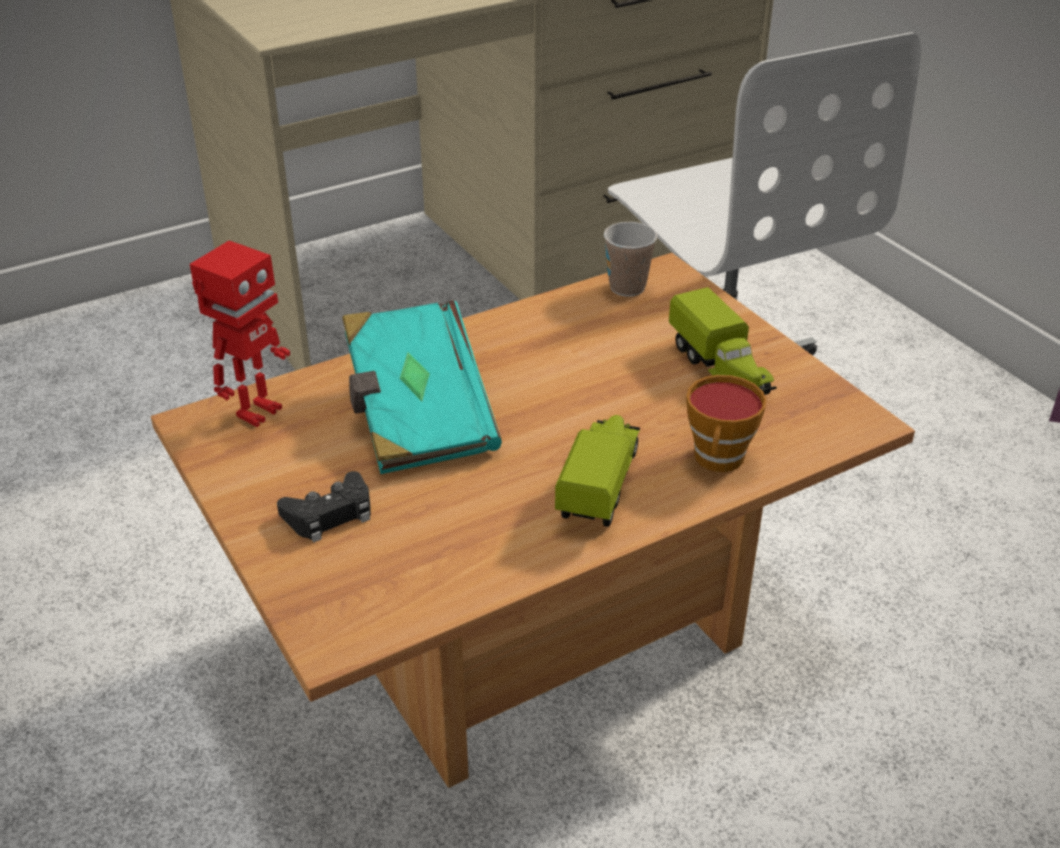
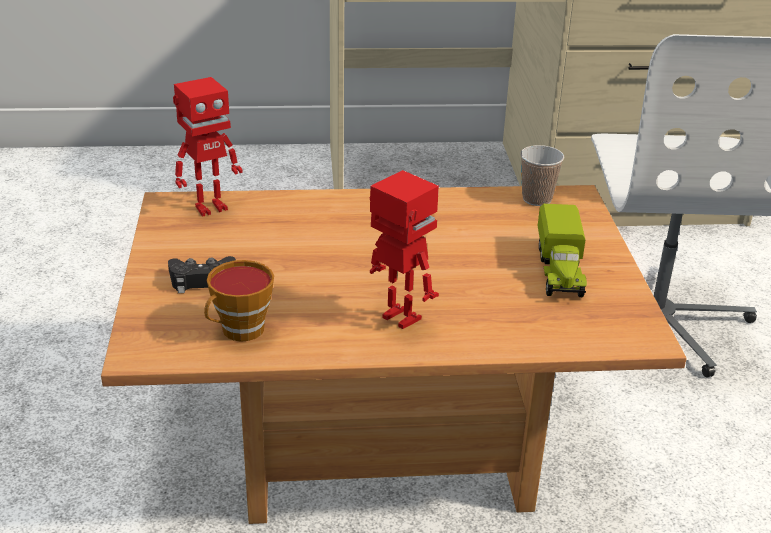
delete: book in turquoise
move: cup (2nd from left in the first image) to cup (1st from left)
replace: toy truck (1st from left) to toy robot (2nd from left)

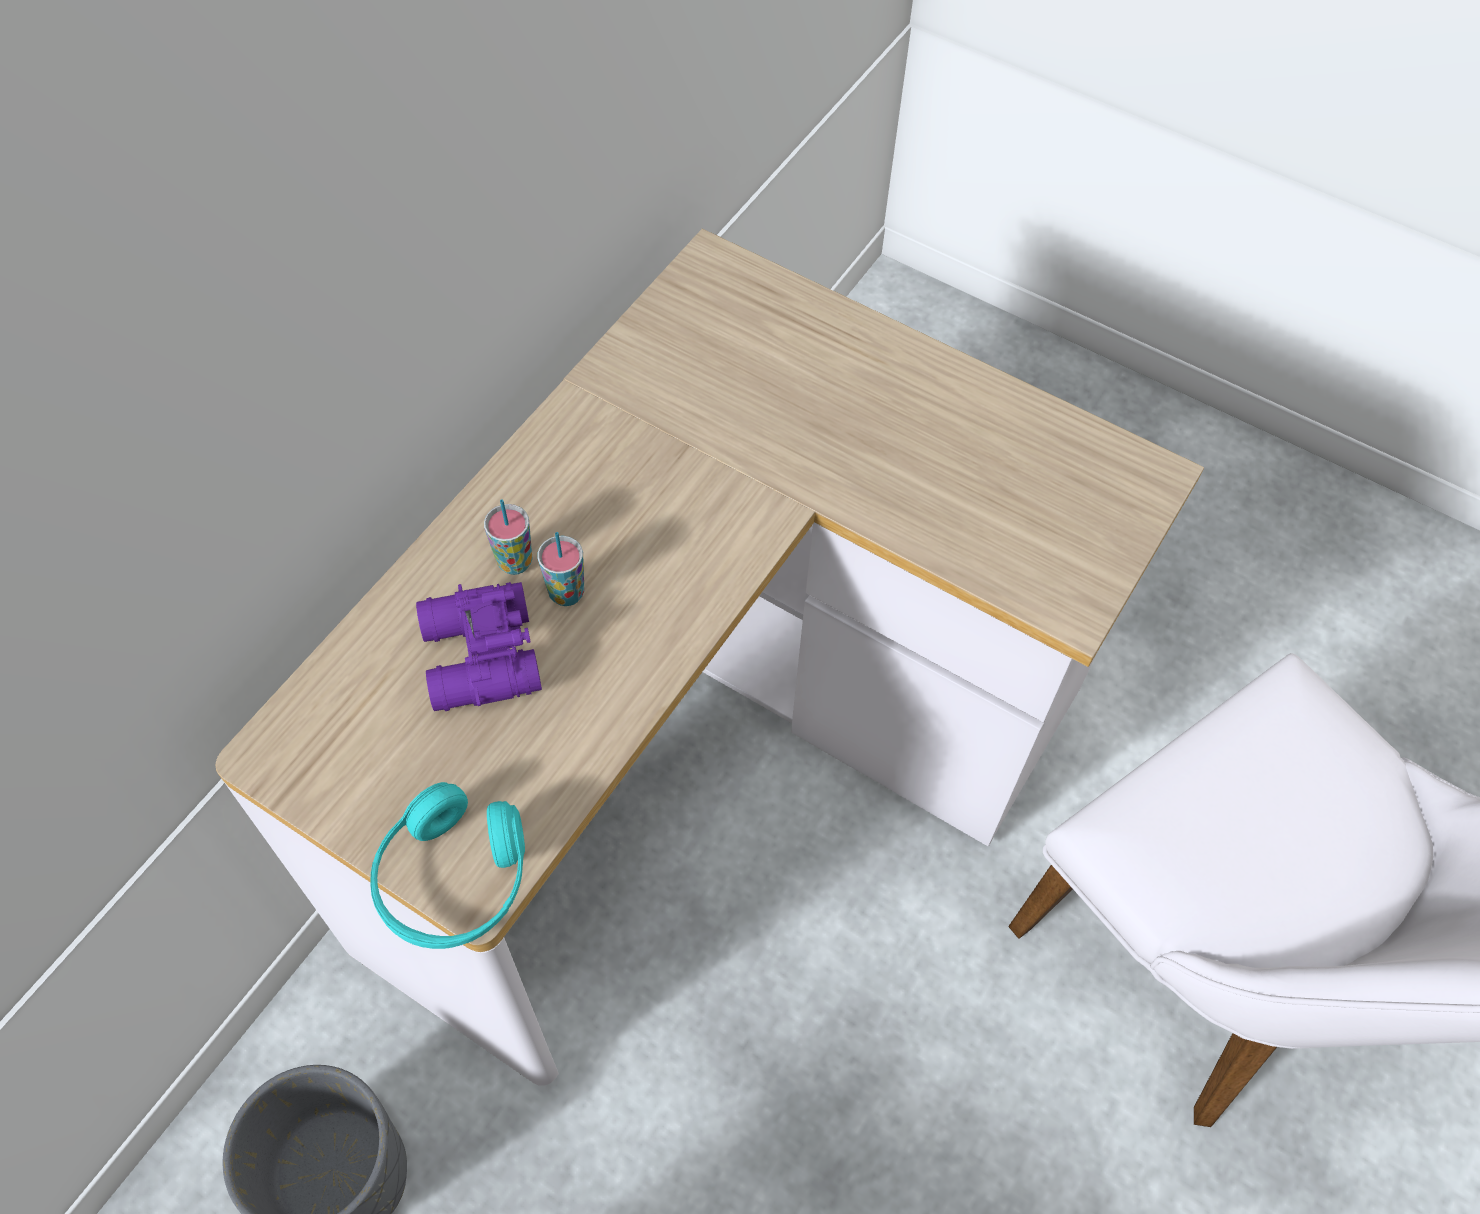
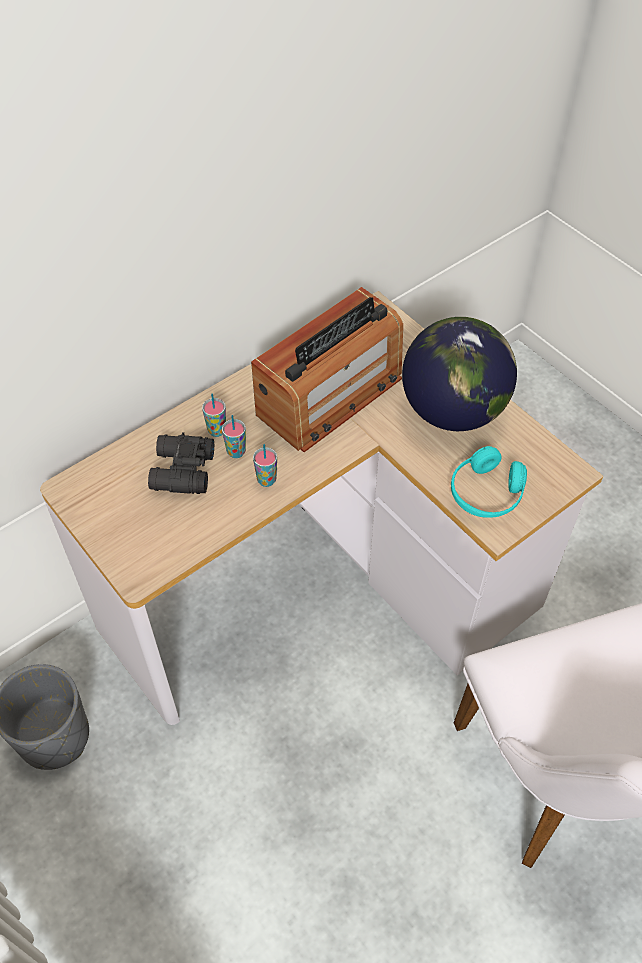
insert: radio; cup (3rd from left); globe
move: headphones in turquoise
recolor: binoculars in purple to binoculars in black

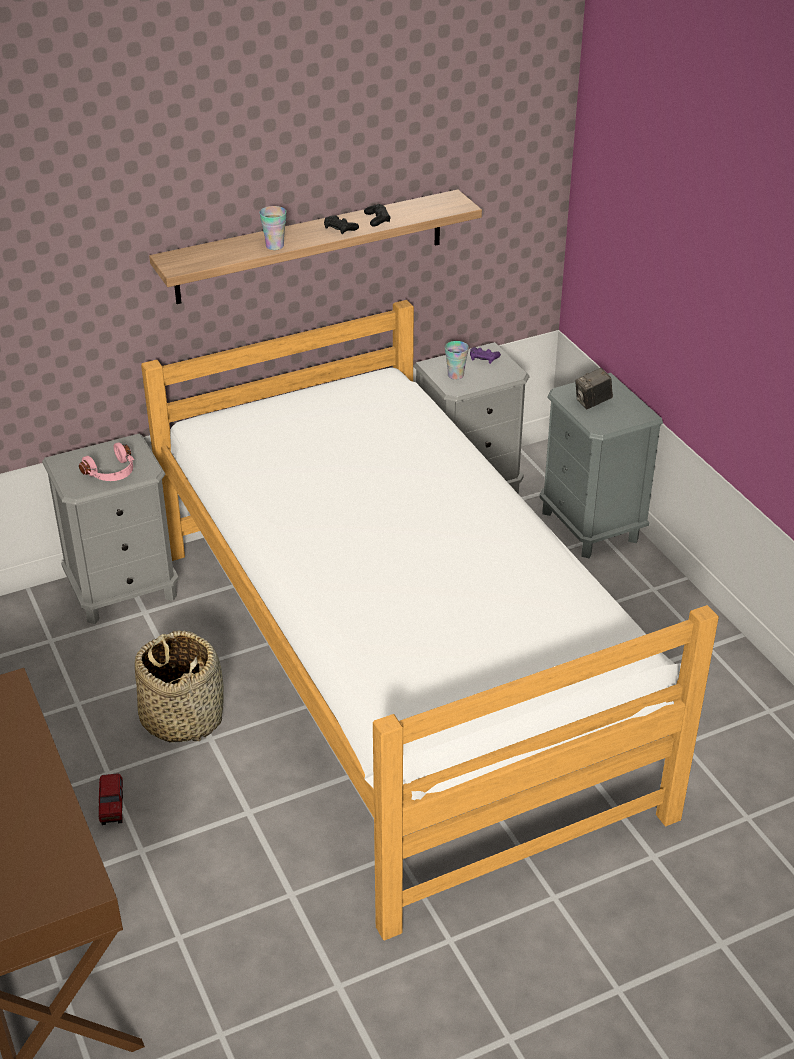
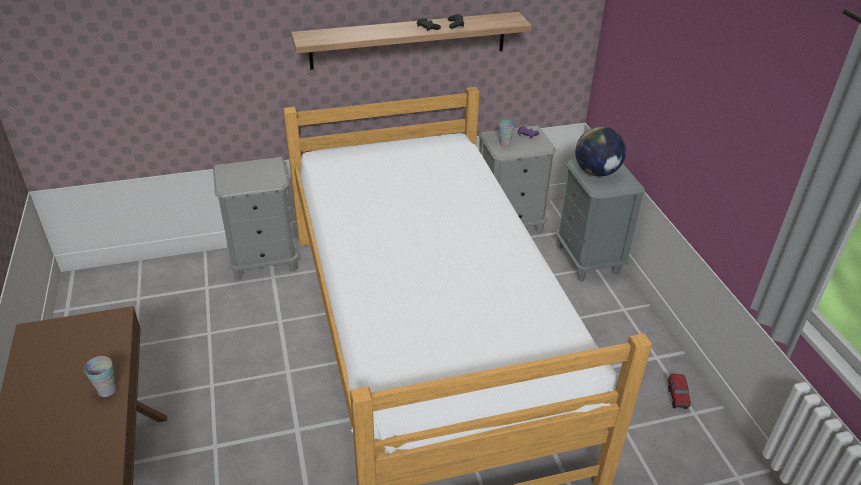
delete: headphones in pink; basket
move: toy truck; cup (1st from left)
replace: photo camera to globe

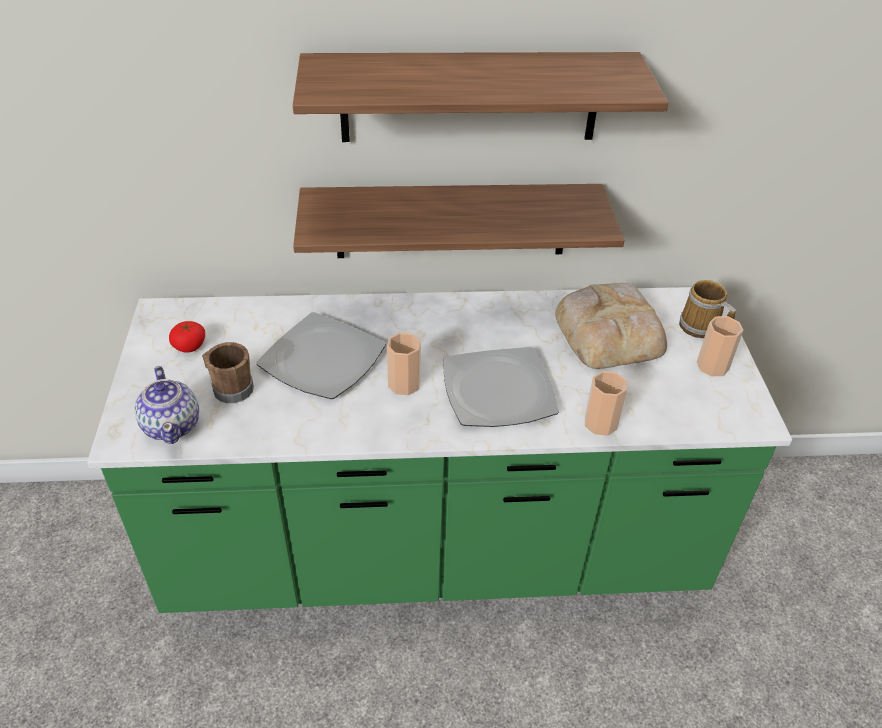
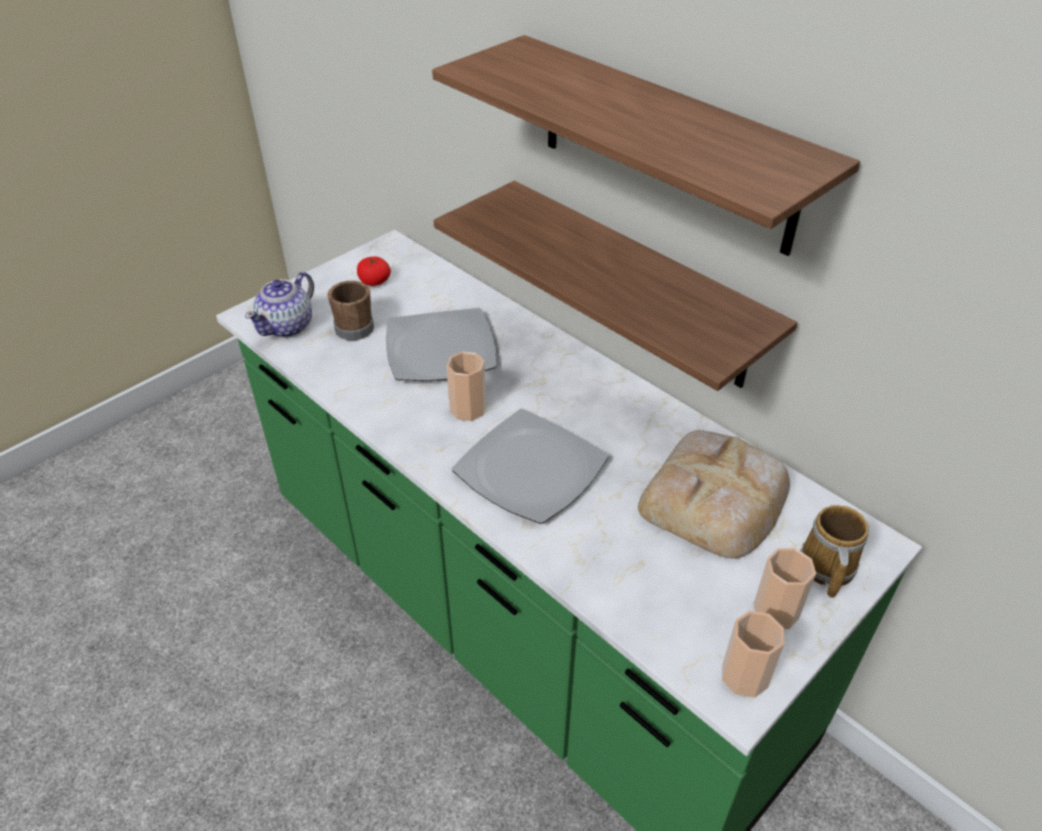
move: cup (2nd from left)

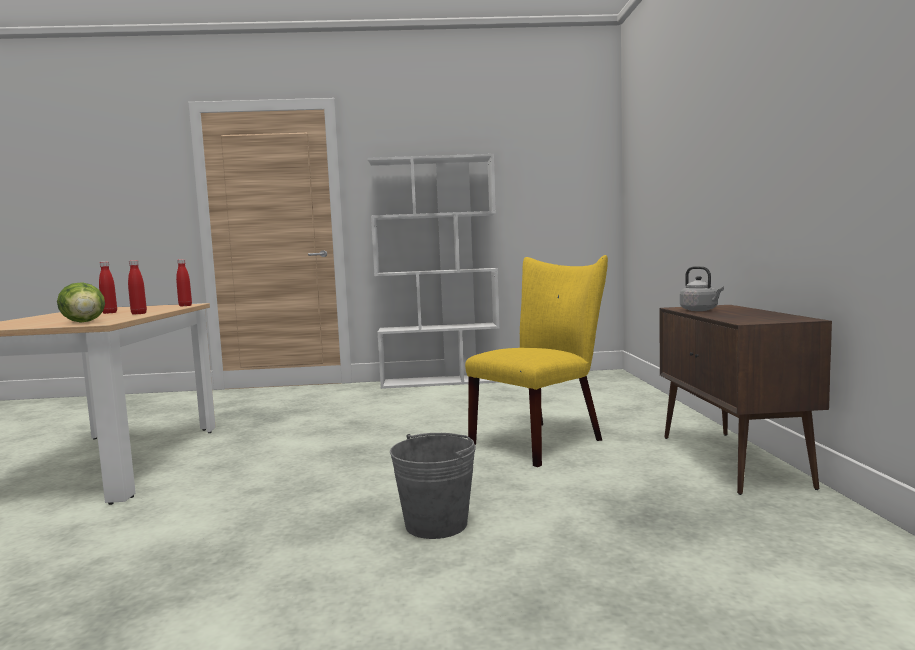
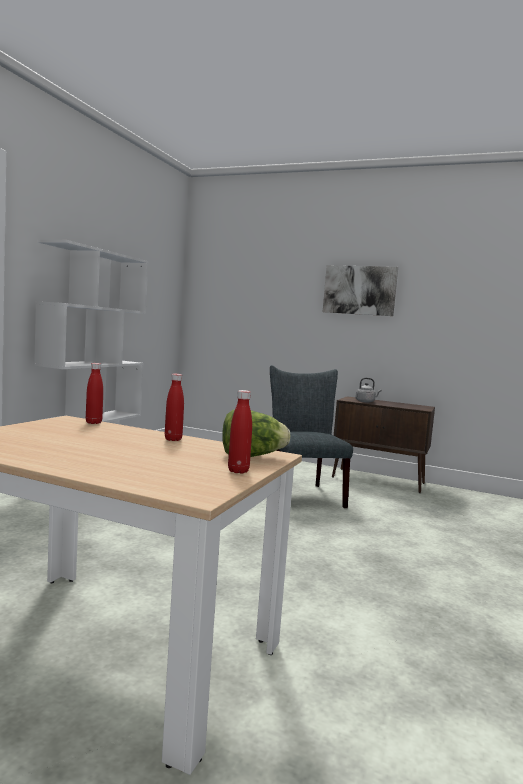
delete: bucket in grey
insert: picture
move: bottle in red (1st from left in the first image) to bottle in red (3rd from left)
recolor: chair in yellow to chair in grey

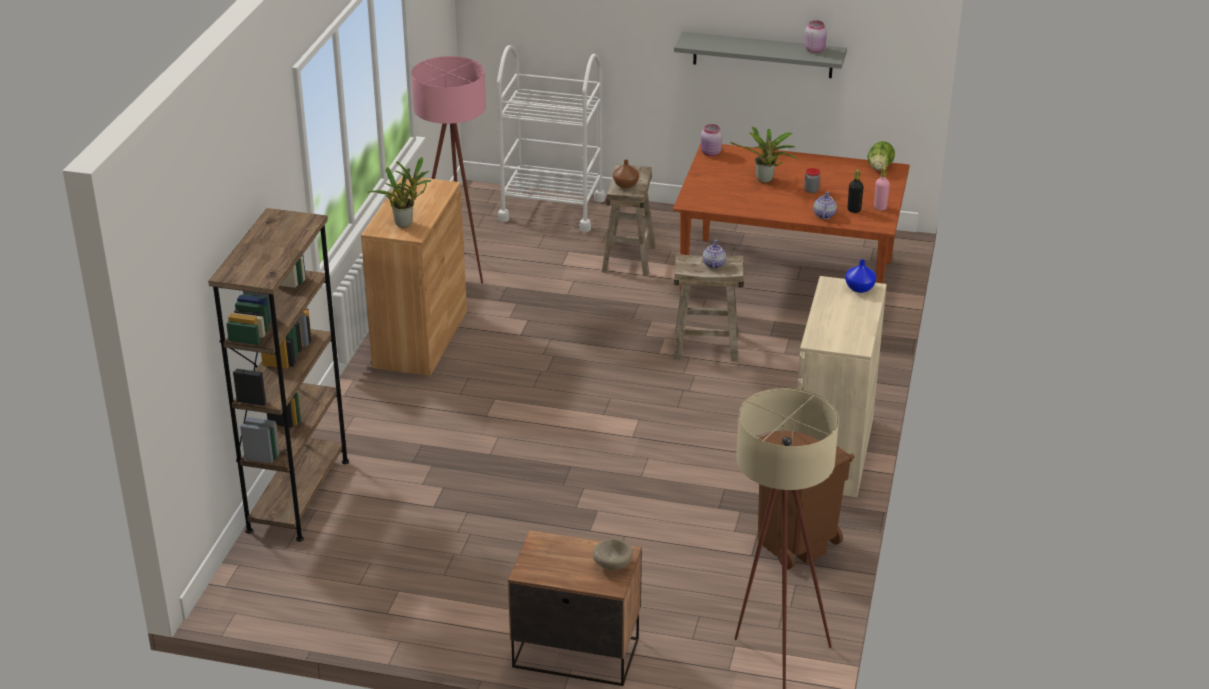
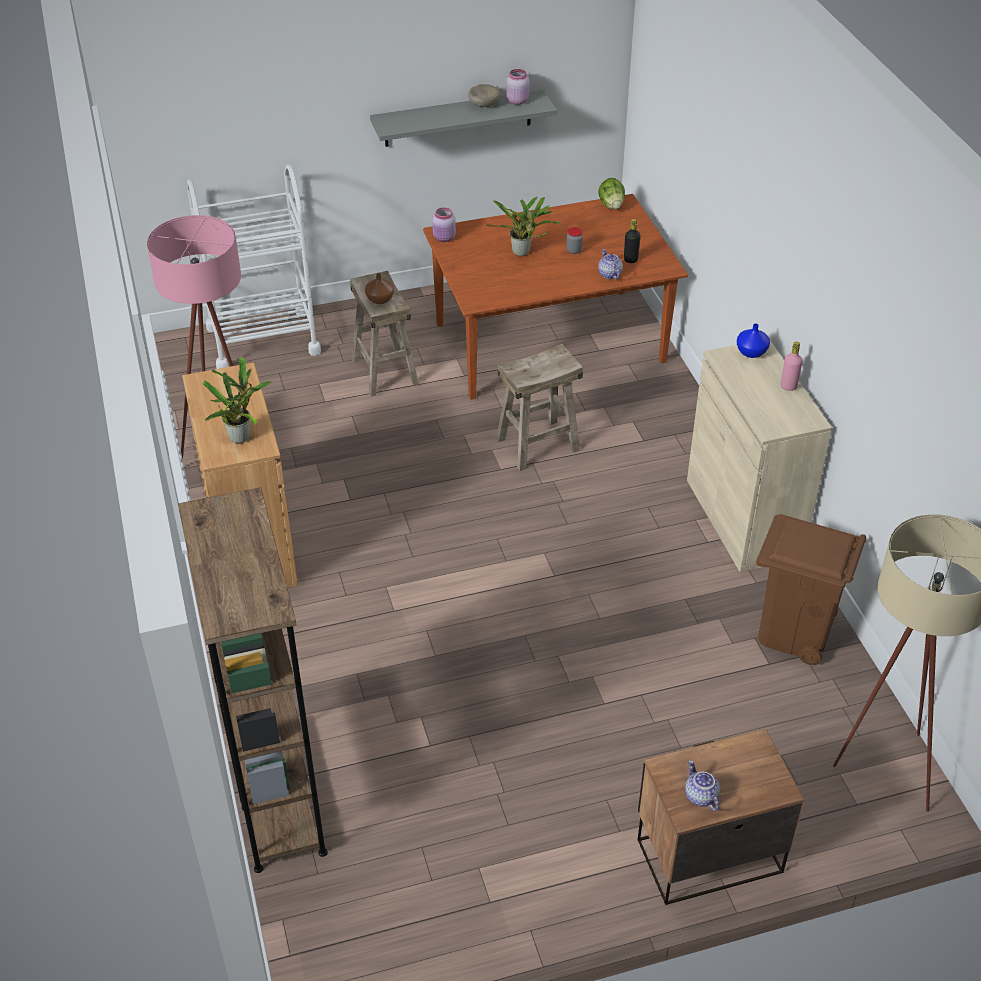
move: bowl in beige; teapot (1st from left in the first image) to teapot (2nd from left); bottle in pink

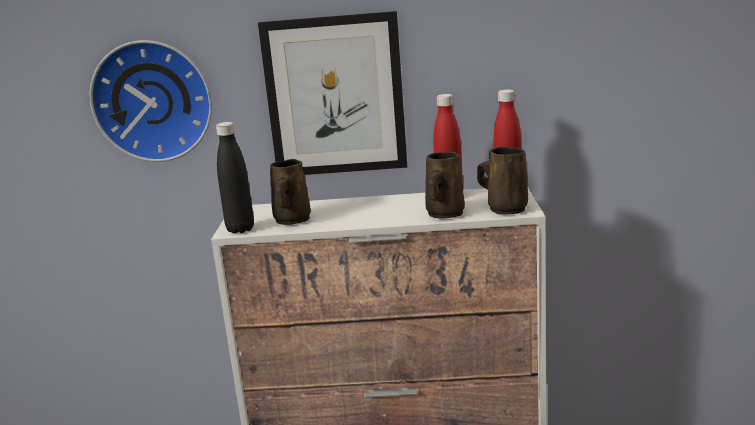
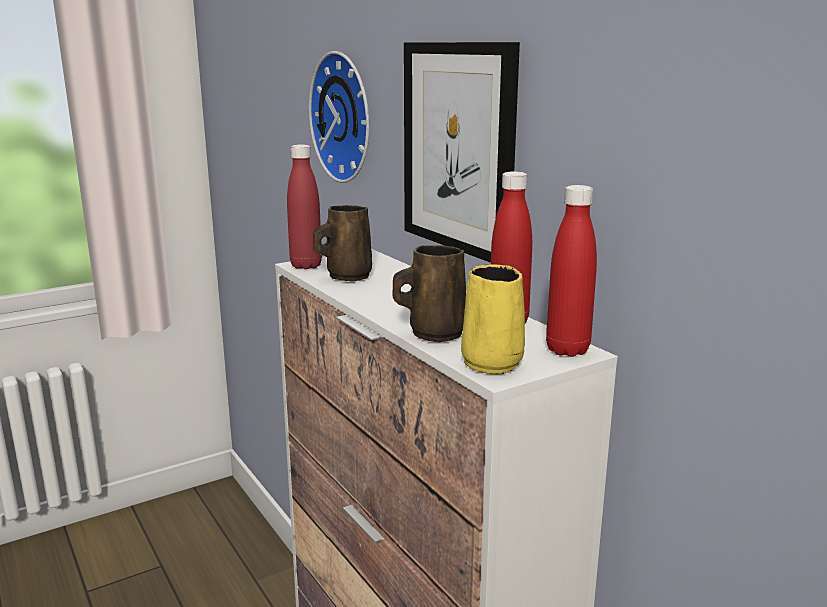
recolor: bottle in black to bottle in red (1st from left); mug in brown (3rd from left) to mug in yellow

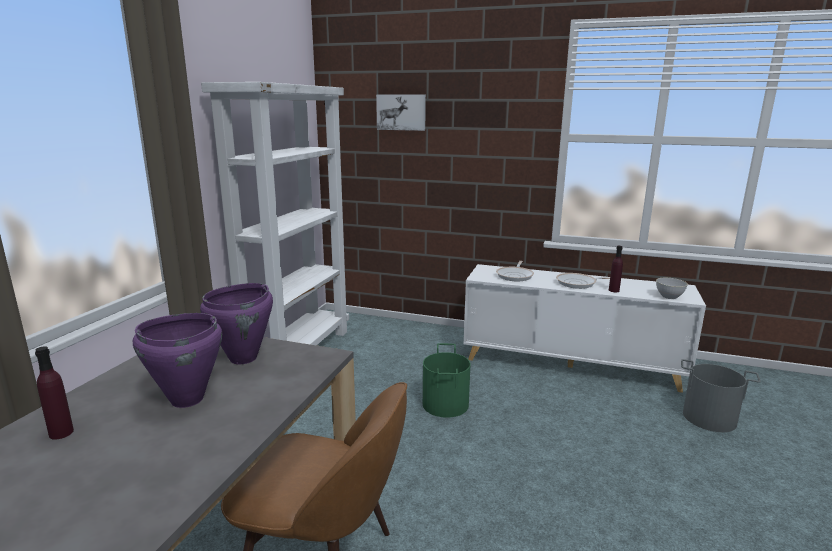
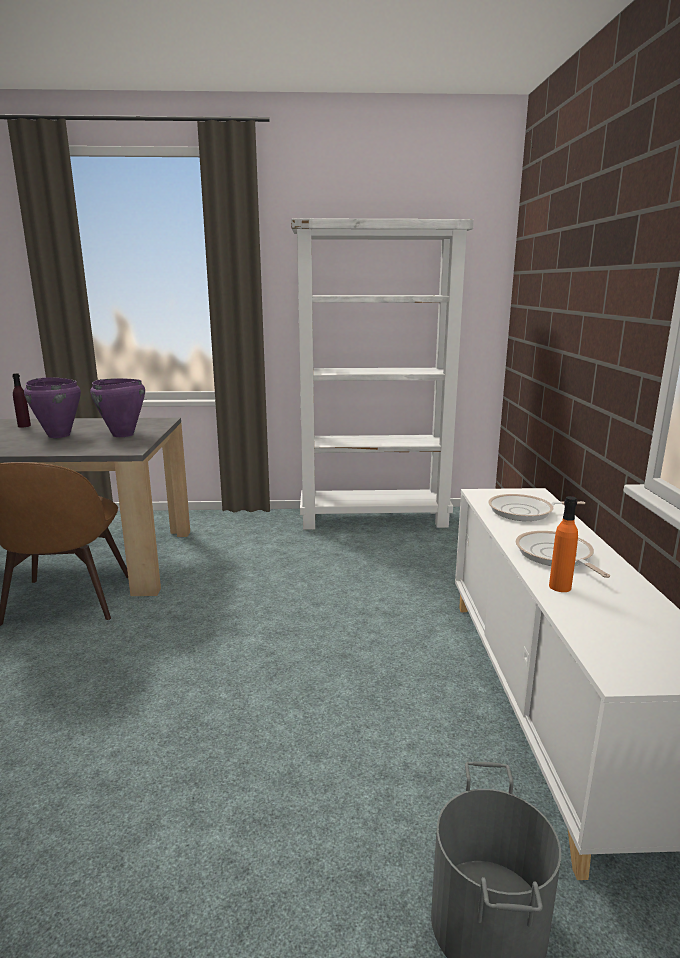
delete: picture; bucket in green; bowl in grey
recolor: bottle in purple (2nd from left) to bottle in orange

